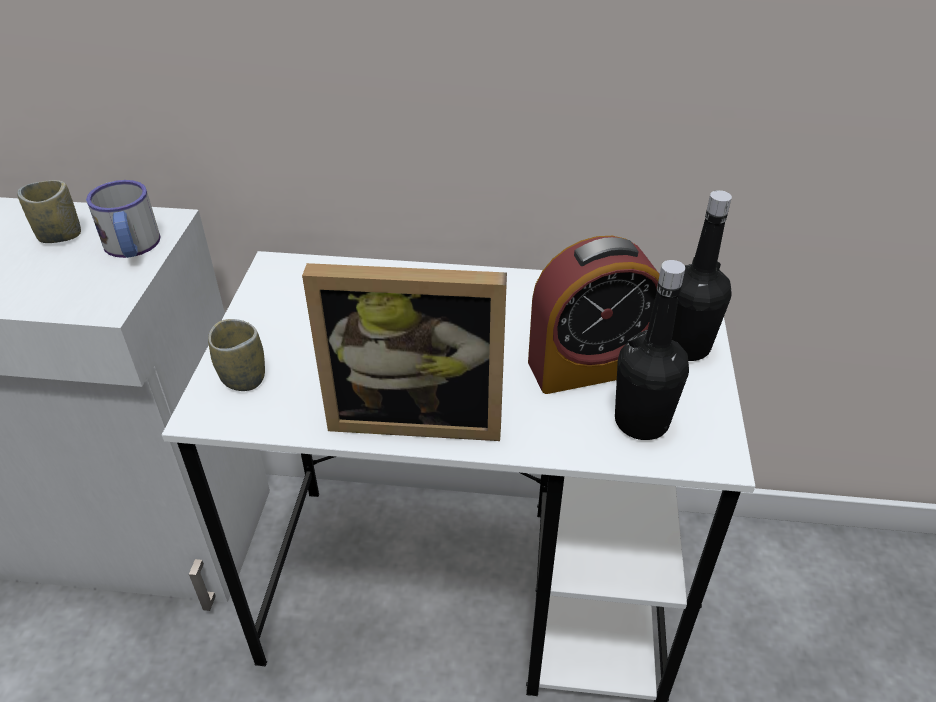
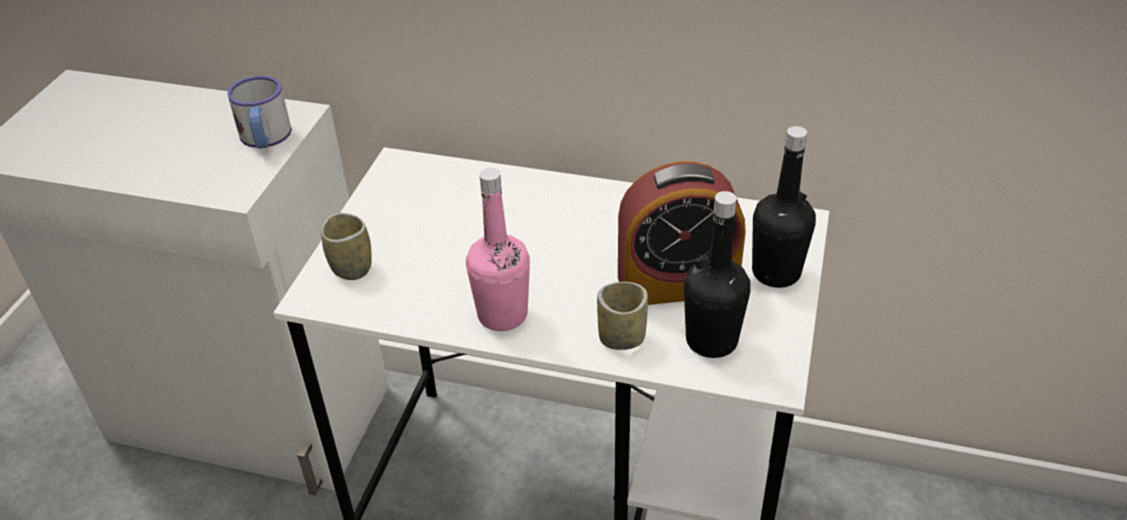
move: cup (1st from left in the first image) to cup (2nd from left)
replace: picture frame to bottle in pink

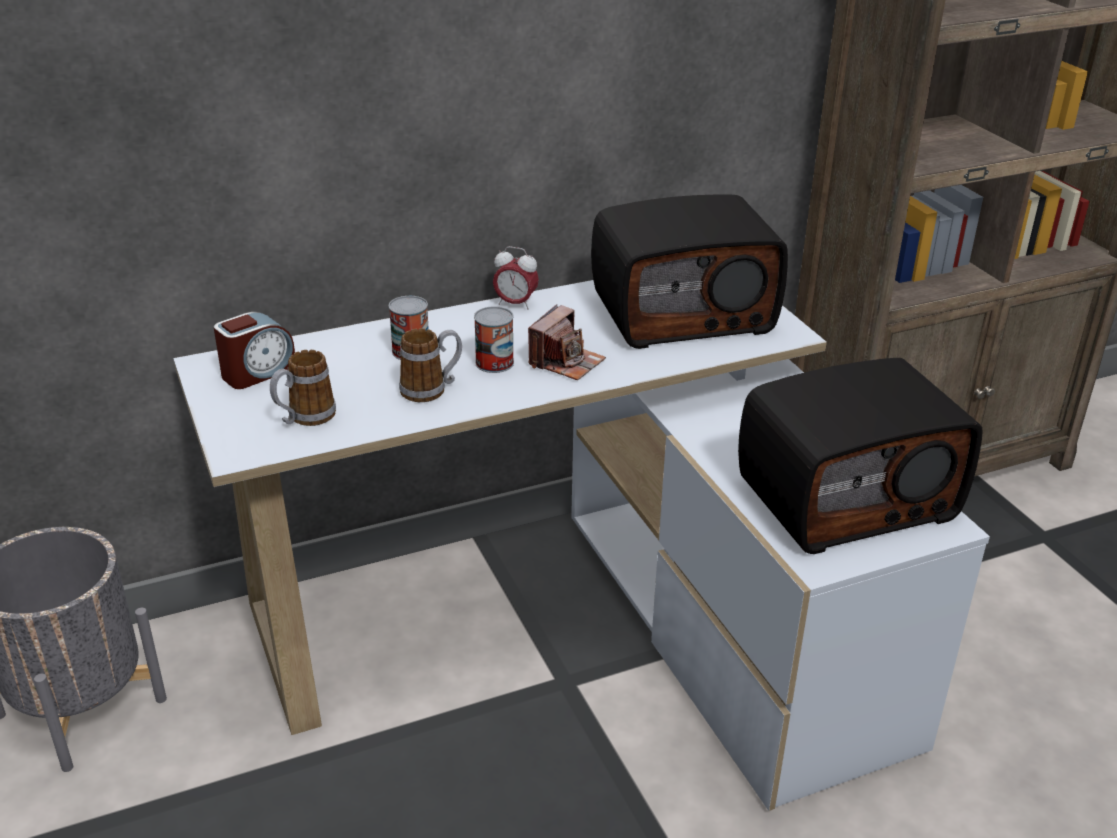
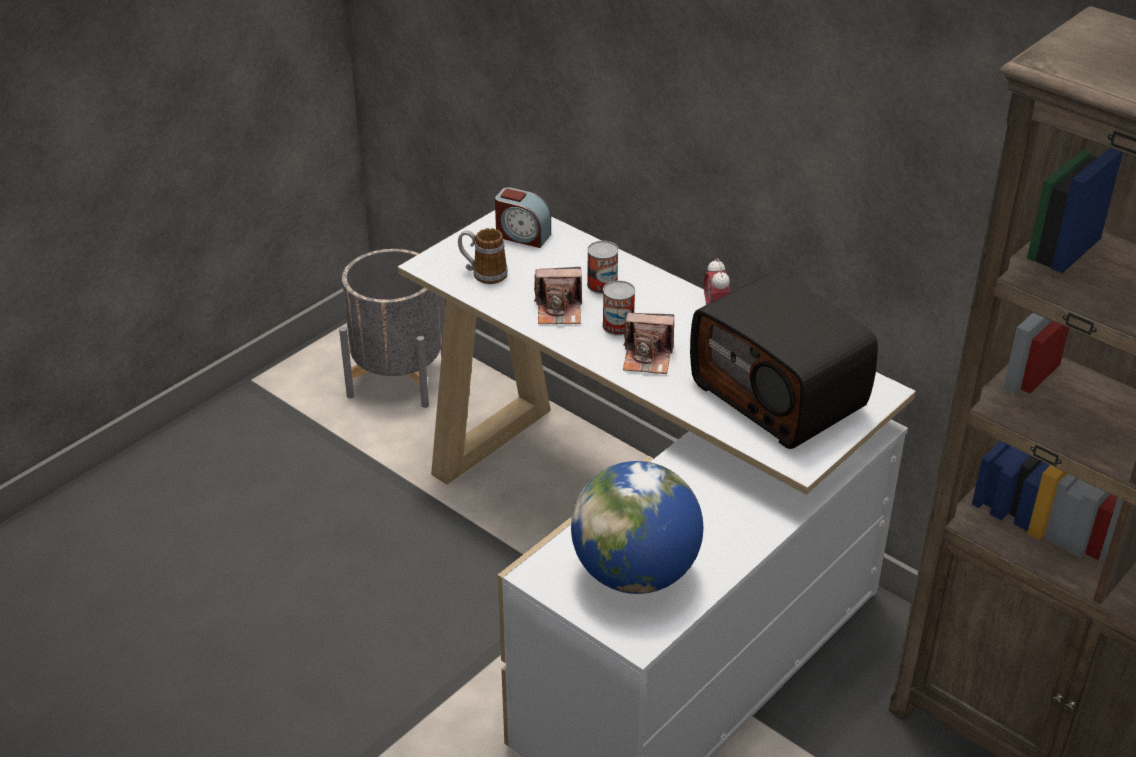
replace: mug (2nd from left) to photo camera (1st from left); radio (2nd from left) to globe

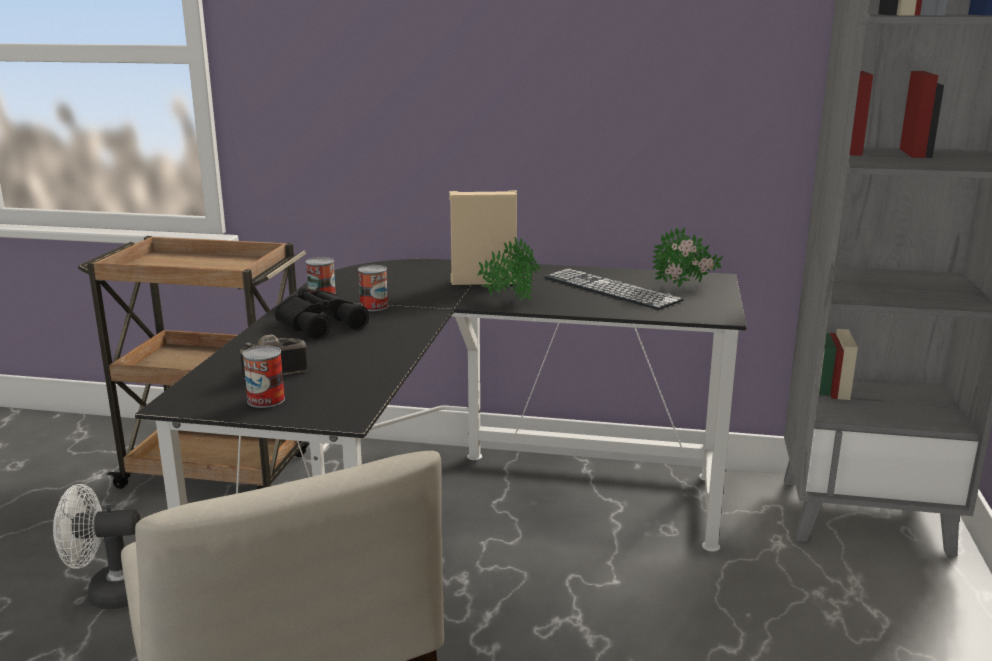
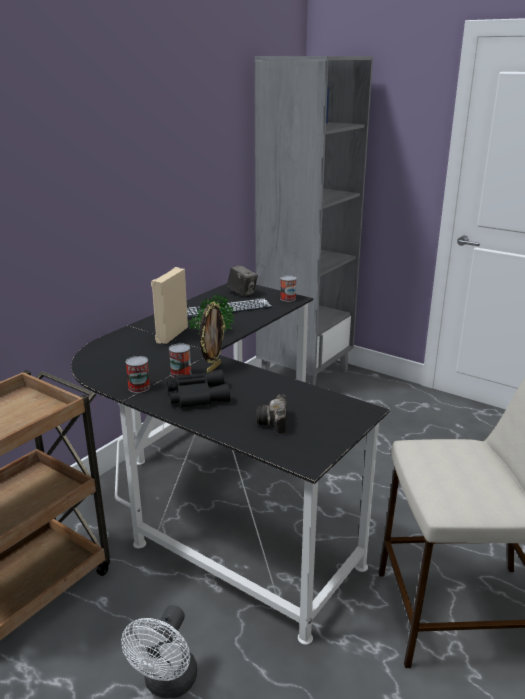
insert: picture frame
move: can (1st from left in the first image) to can (3rd from left)
replace: potted plant (2nd from left) to photo camera (1st from left)

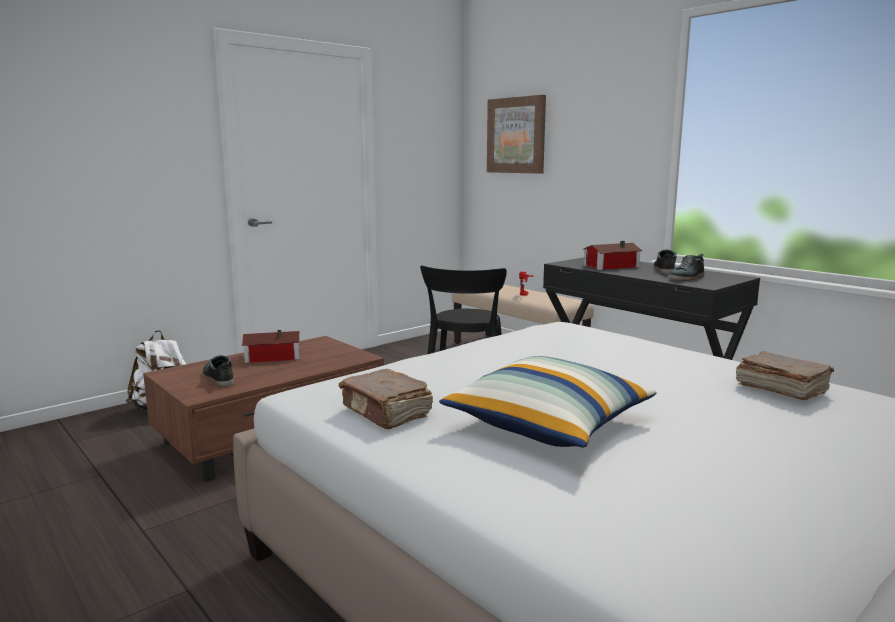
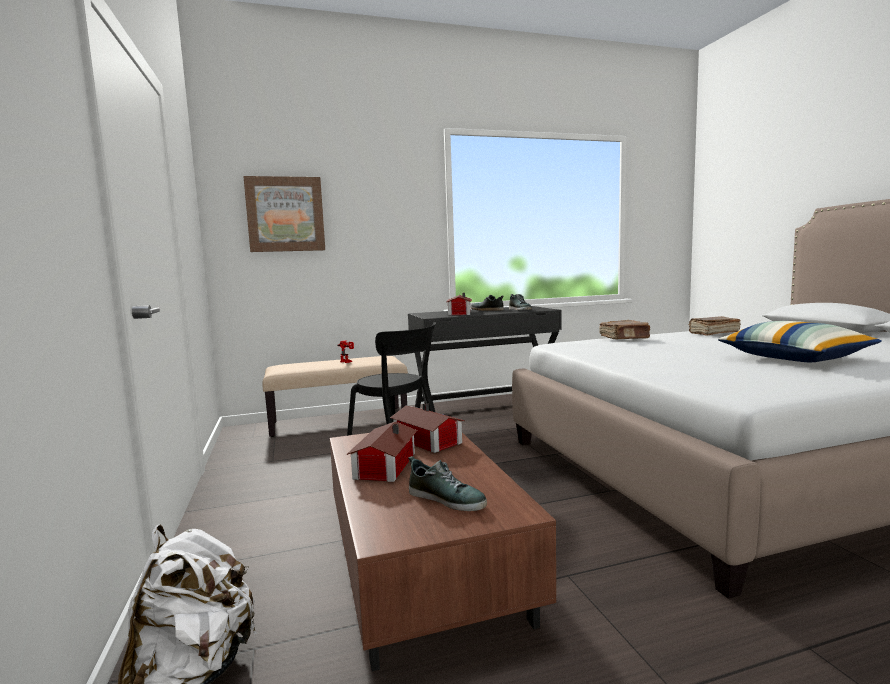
insert: toy house (2nd from left)
move: book in brown (1st from left)
rotate: shoe (1st from left) 135 degrees counterclockwise

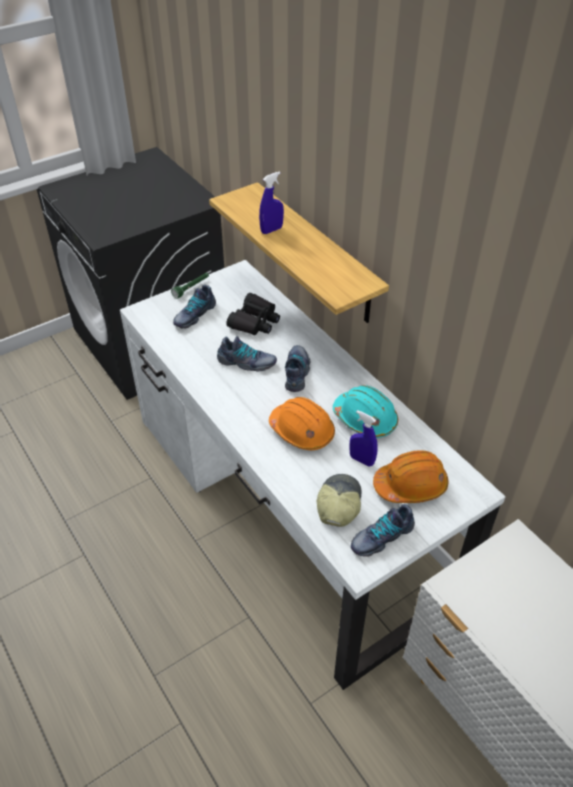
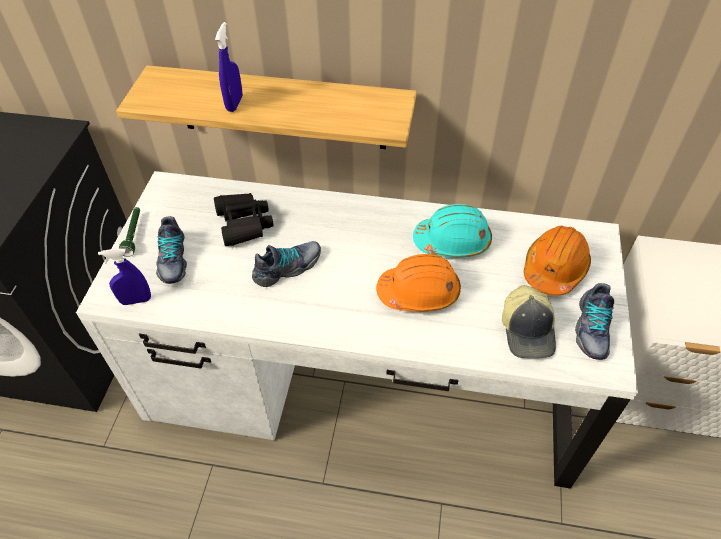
delete: shoe (3rd from left)
move: spray bottle in blue (2nd from left in the first image) to spray bottle in blue (1st from left)
rotate: cap 150 degrees counterclockwise

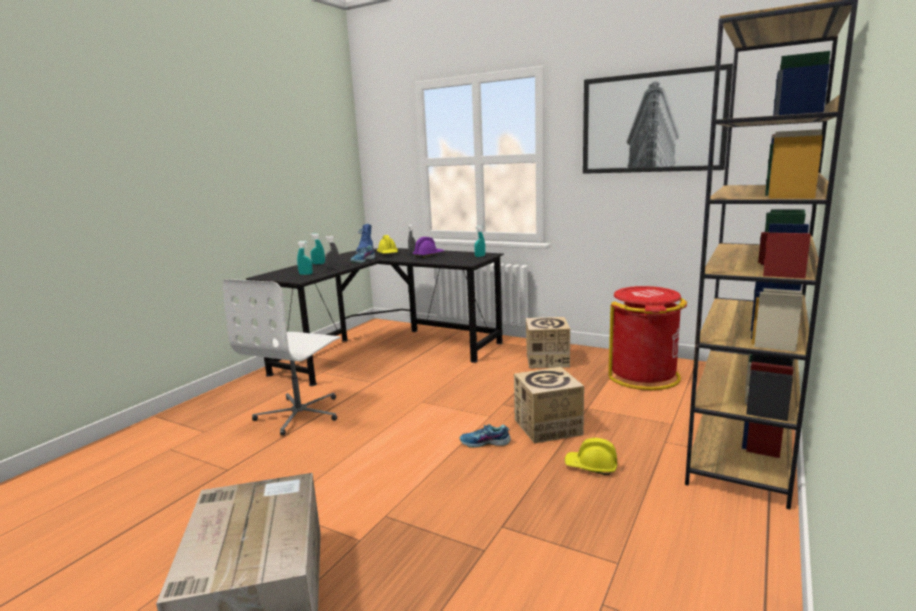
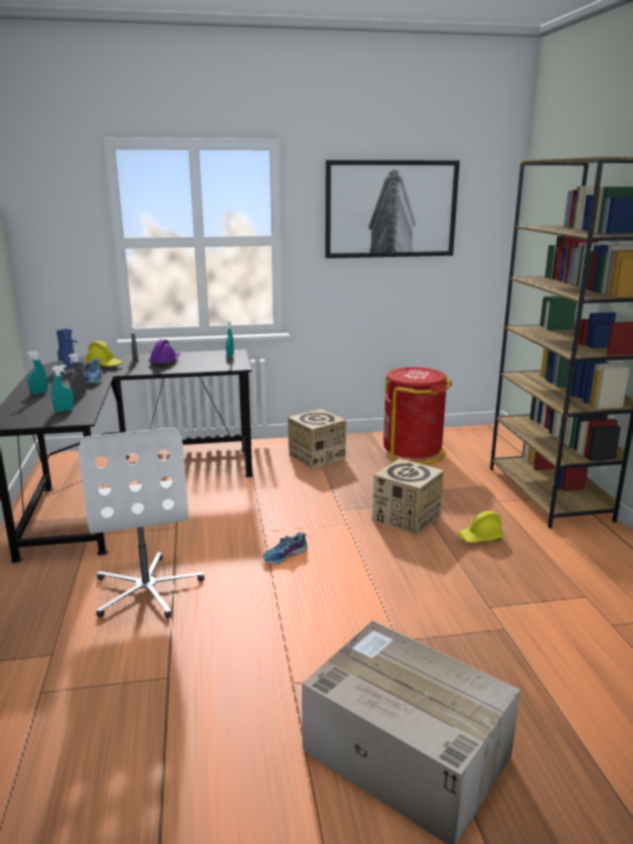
move: shoe (2nd from left)

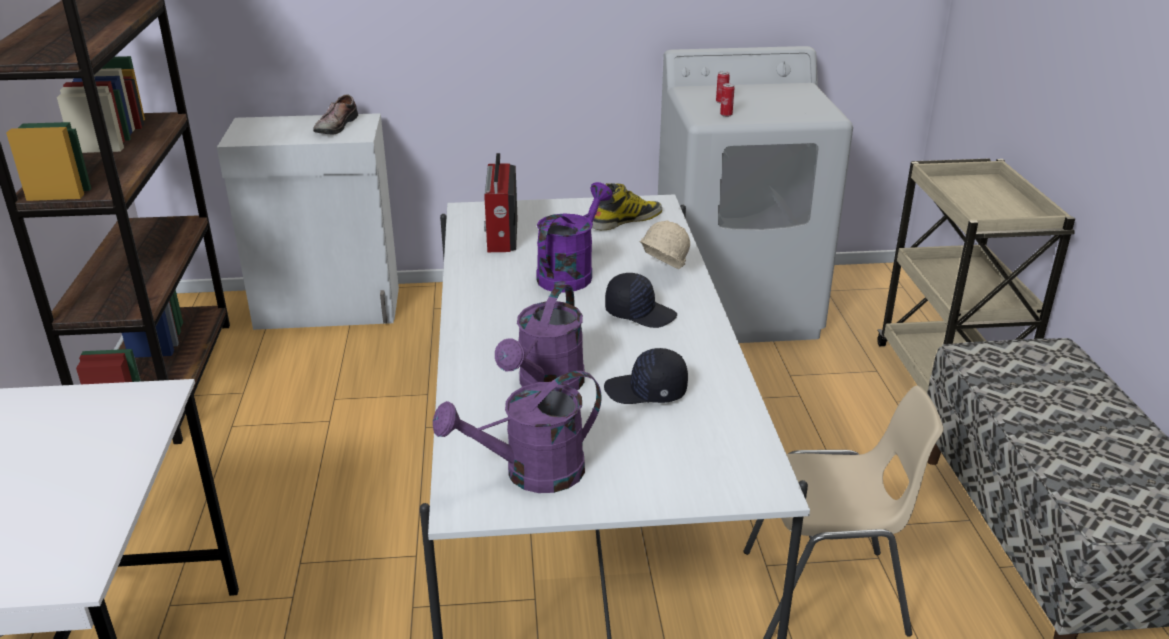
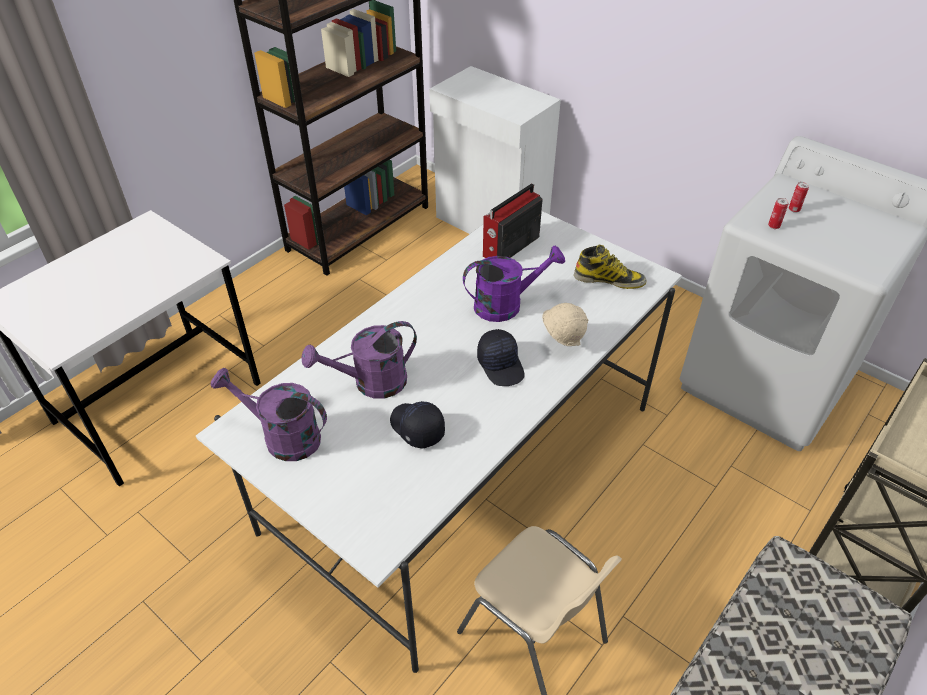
delete: shoe

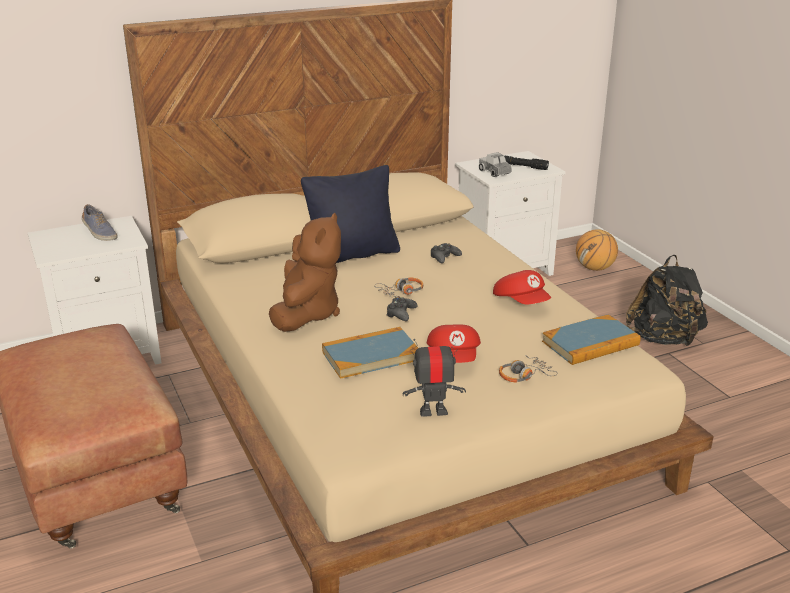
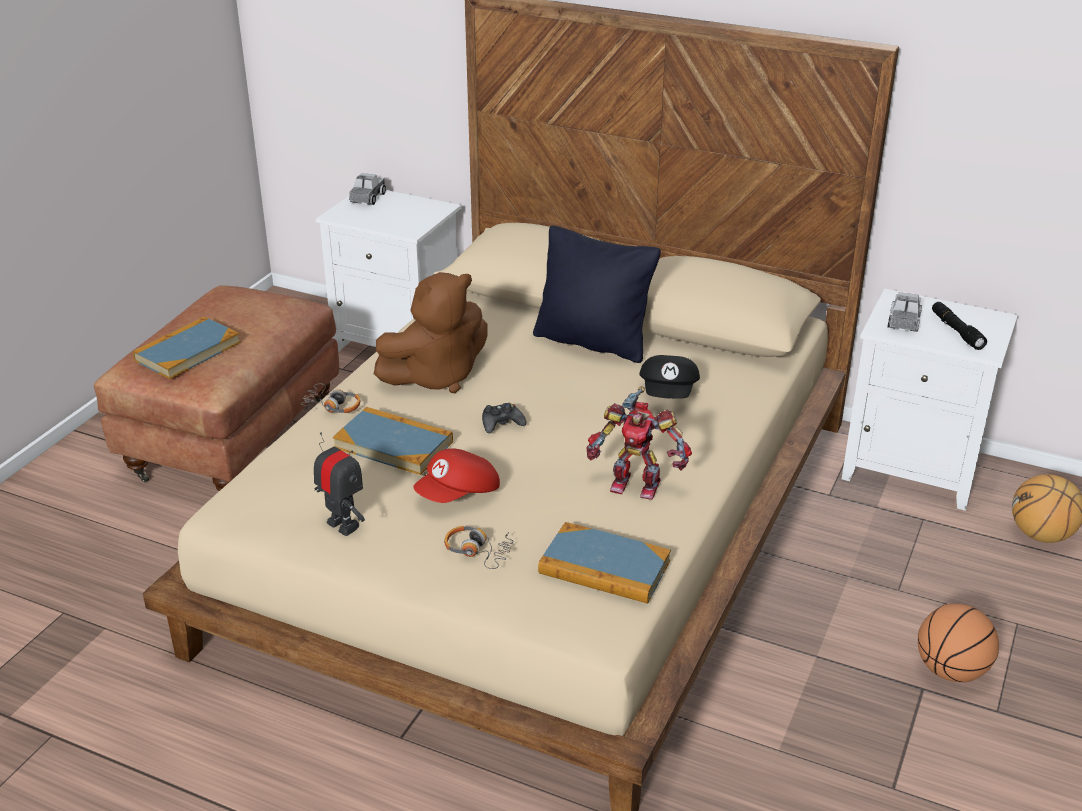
delete: shoe
insert: book (1st from left); toy truck (1st from left)
move: headphones (1st from left)
replace: game controller in black (2nd from left) to cap in black; cap in red (2nd from left) to toy robot (2nd from left); backpack in black to basketball (1st from left)

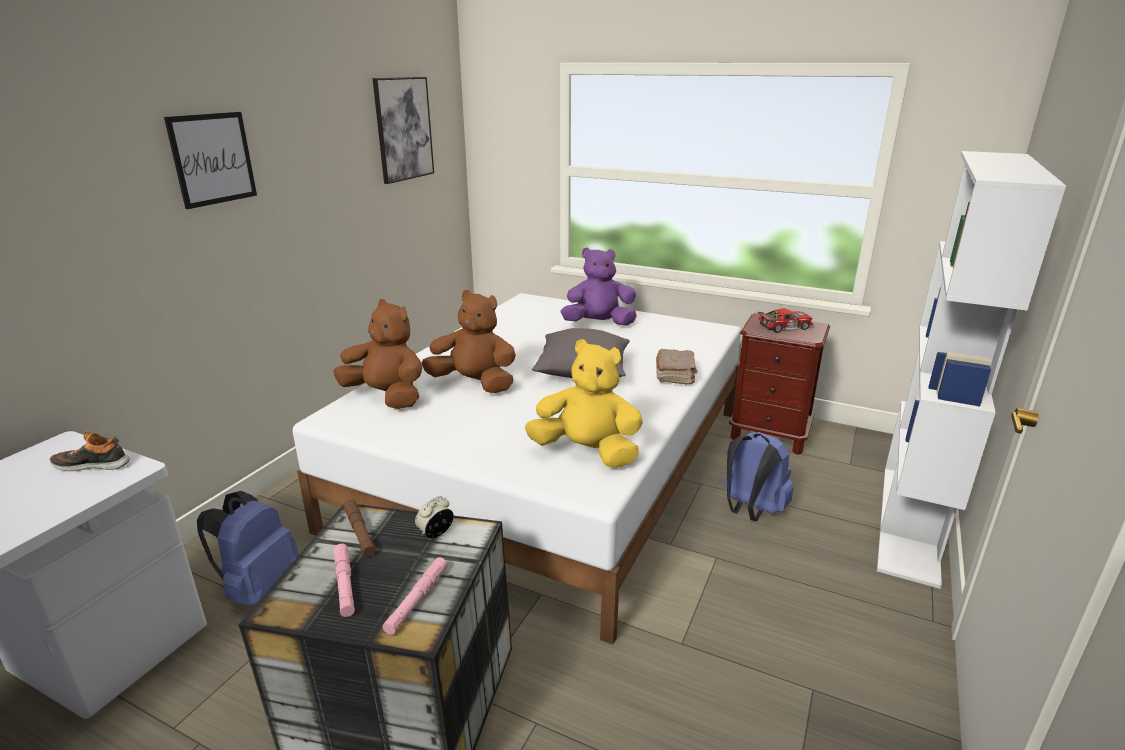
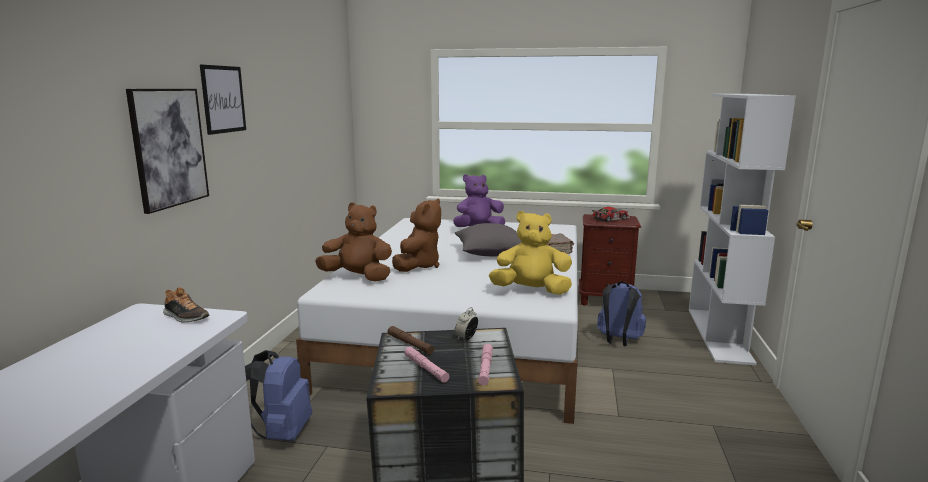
move: picture (2nd from left in the first image) to picture (1st from left)
rotate: shoe 135 degrees counterclockwise; plush toy in brown (2nd from left) 105 degrees clockwise

